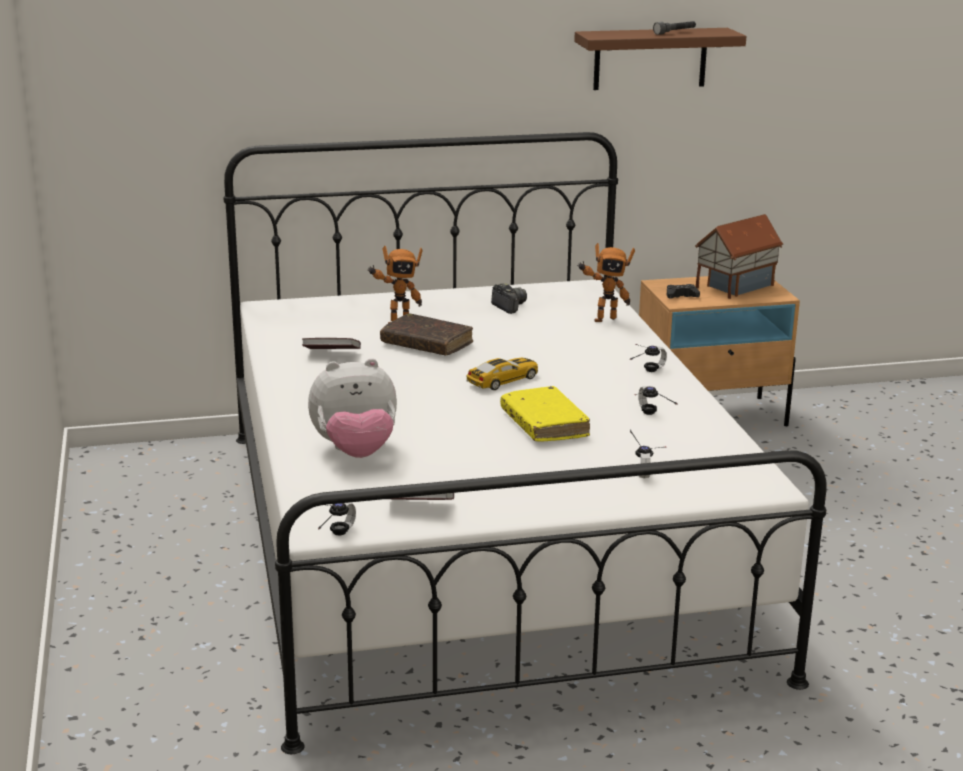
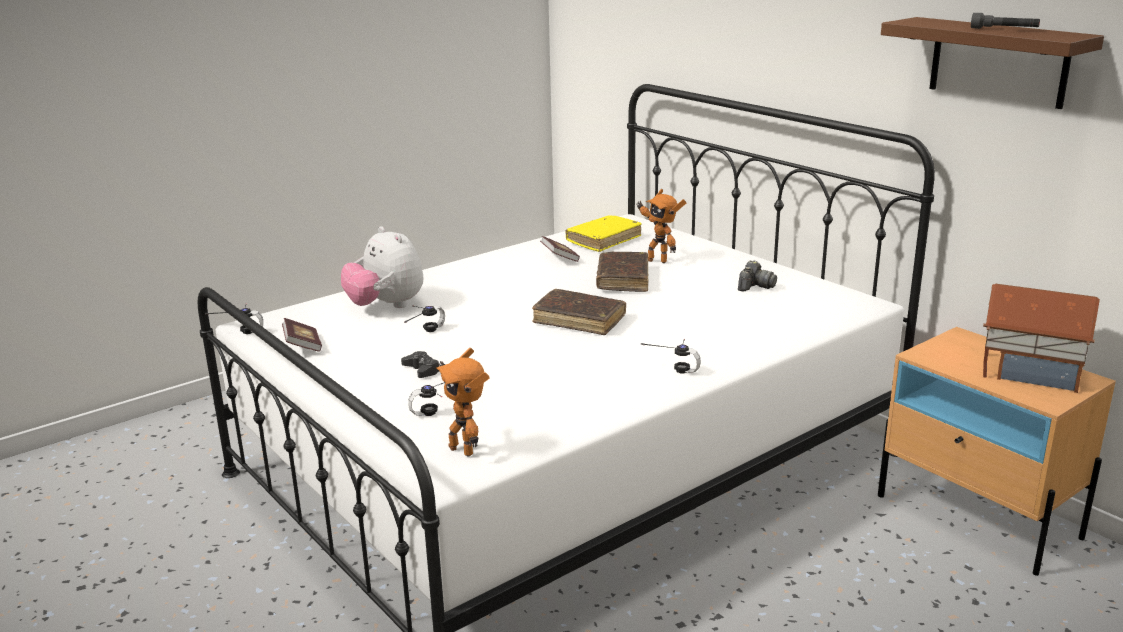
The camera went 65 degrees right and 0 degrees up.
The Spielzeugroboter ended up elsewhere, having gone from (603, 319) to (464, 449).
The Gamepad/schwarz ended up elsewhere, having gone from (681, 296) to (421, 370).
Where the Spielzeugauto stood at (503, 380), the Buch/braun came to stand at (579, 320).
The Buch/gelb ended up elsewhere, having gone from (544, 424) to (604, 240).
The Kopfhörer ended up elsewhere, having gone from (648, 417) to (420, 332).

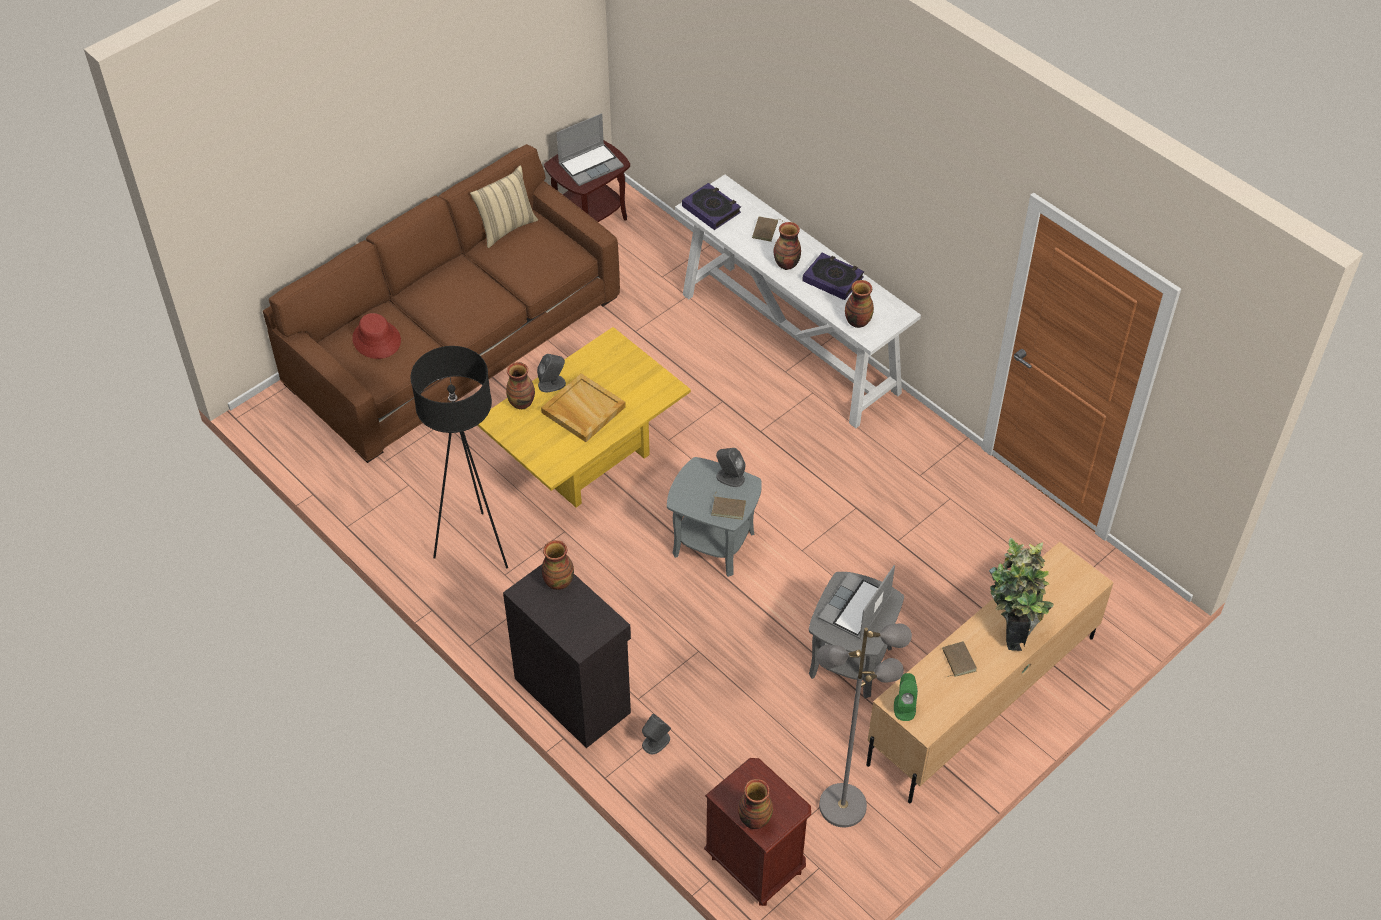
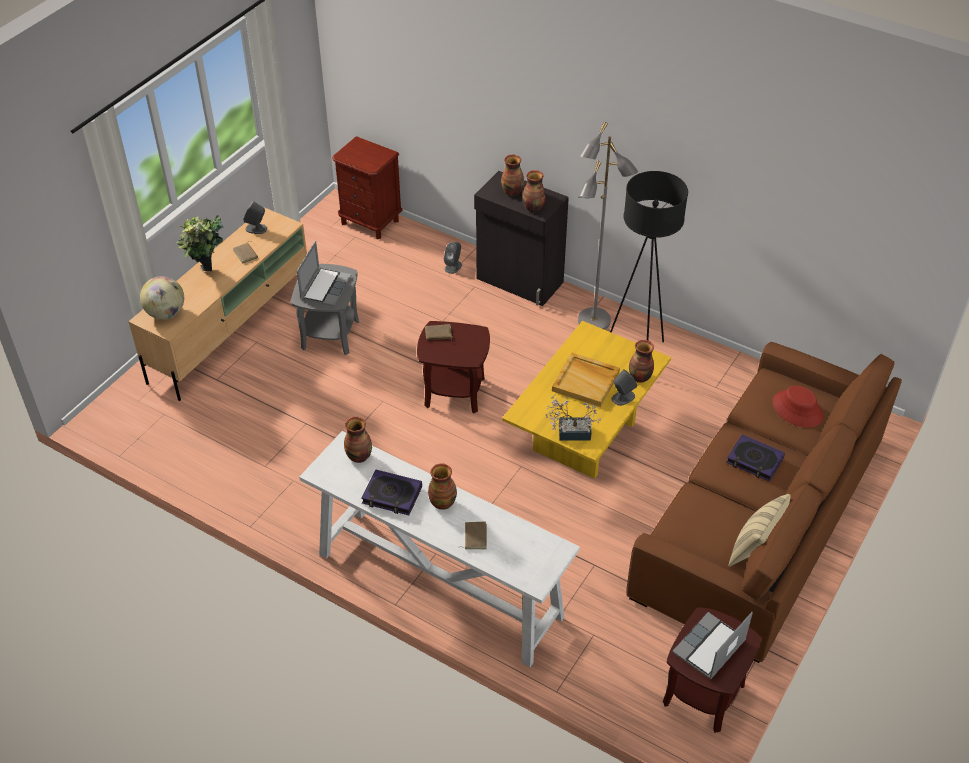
The camera went 165 degrees right and 5 degrees down.
The Buch ended up elsewhere, having gone from (711, 209) to (754, 461).
The Lautsprecher/grau ended up elsewhere, having gone from (730, 477) to (256, 228).
What was the Beistelltisch/grau at (713, 544) turned into the Beistelltisch/braun at (455, 392).
The Stehlampe/grau ended up elsewhere, having gone from (843, 804) to (594, 321).
The second view lost the Lautsprecher/grün at (904, 706).
The Vase ended up elsewhere, having gone from (754, 819) to (513, 192).
The second view gained the Globus at (166, 313).
The second view gained the Topfpflanze at (570, 432).

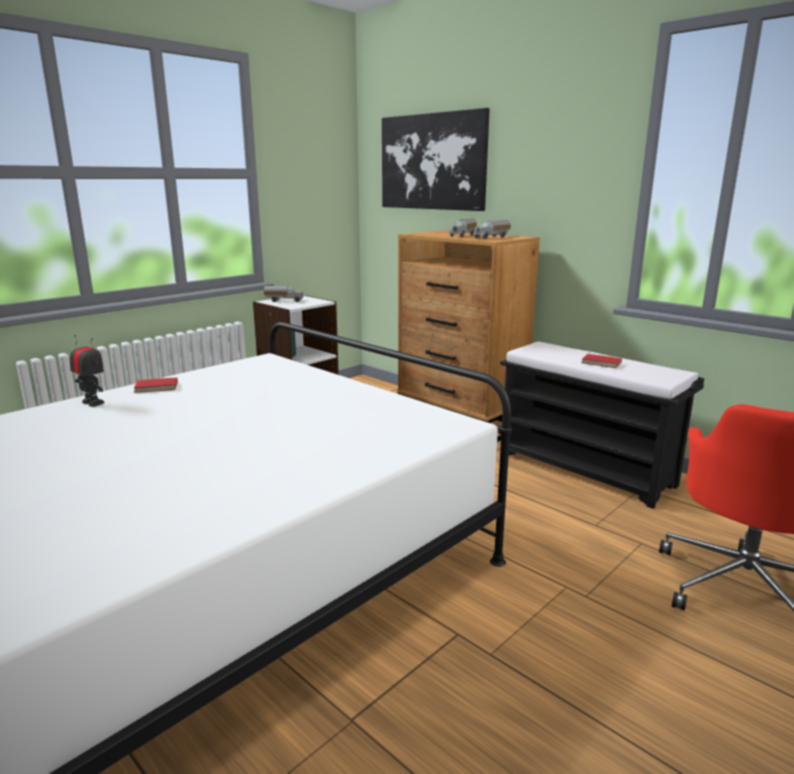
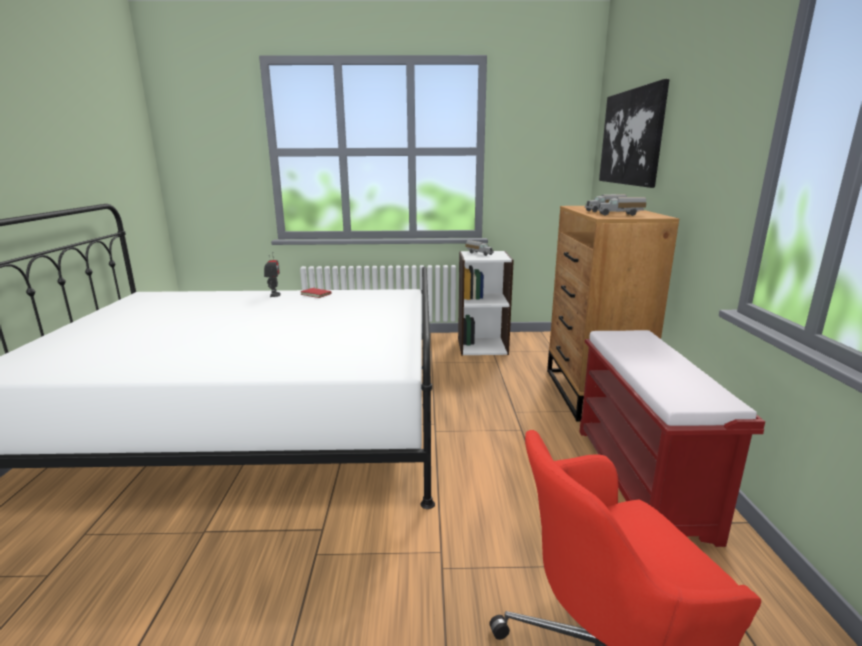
The camera went 45 degrees right and 0 degrees up.
What was the Bank/schwarz at (586, 469) turned into the Bank/rot at (642, 480).
The second view lost the Buch/rot at (601, 362).

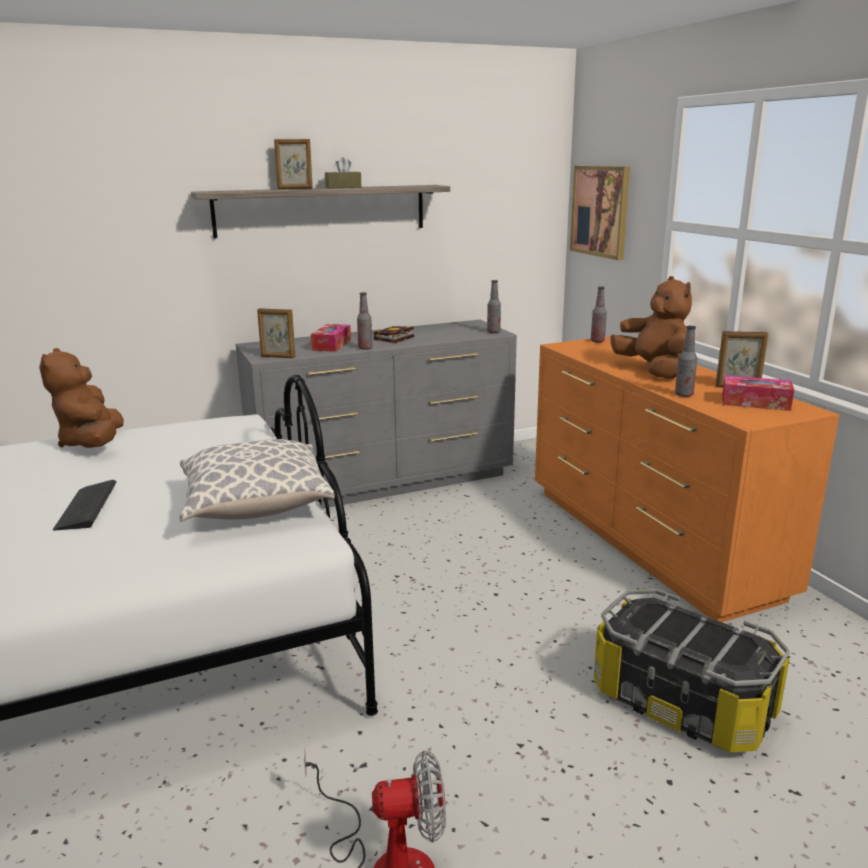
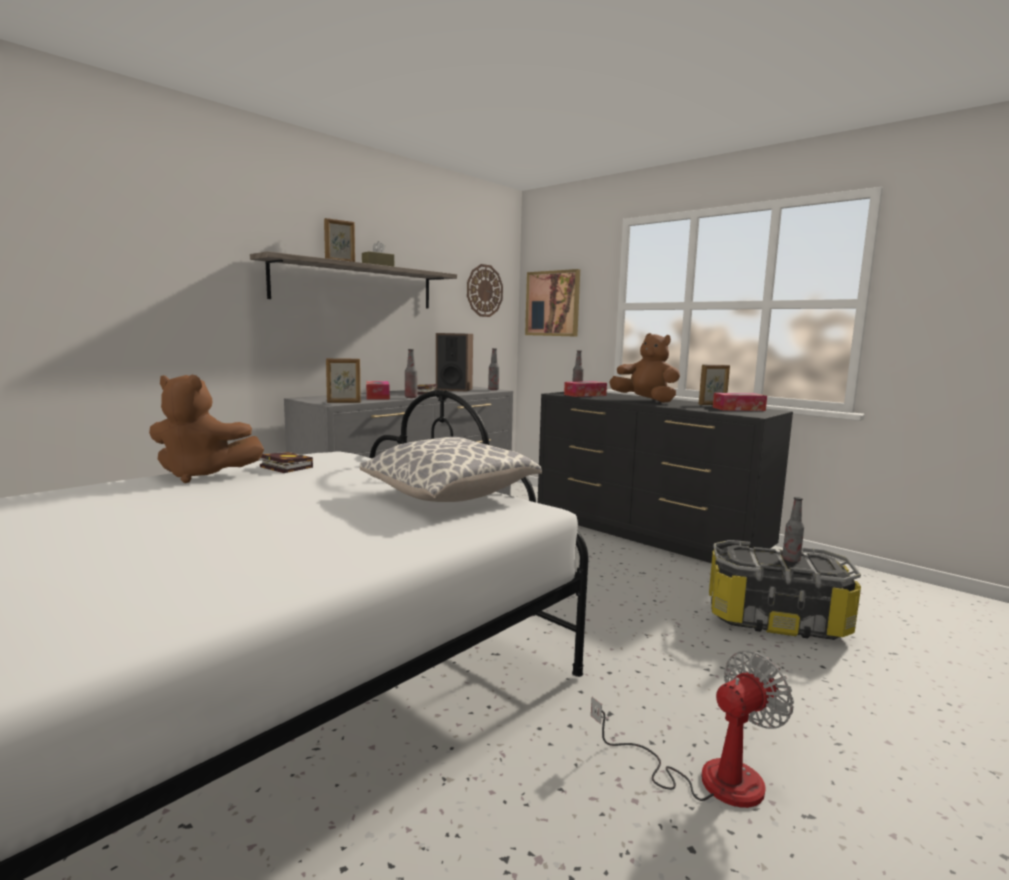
The camera went 25 degrees left and 10 degrees down.
The Flasche ended up elsewhere, having gone from (683, 395) to (791, 560).
What was the Kommode/orange at (649, 541) turned into the Kommode/schwarz at (647, 533).
The Plüschtier/braun at (92, 444) ended up facing another way, 45 degrees counterclockwise from before.
The second view lost the Tastatur at (86, 507).
The second view gained the Wanduhr at (484, 290).
The second view gained the Lautsprecher at (454, 389).
The second view gained the Taschentuchbox at (585, 395).
The second view gained the Buch at (284, 467).

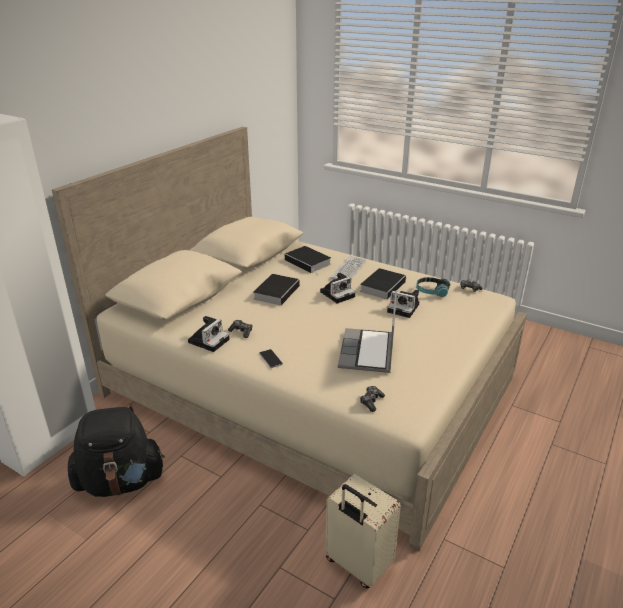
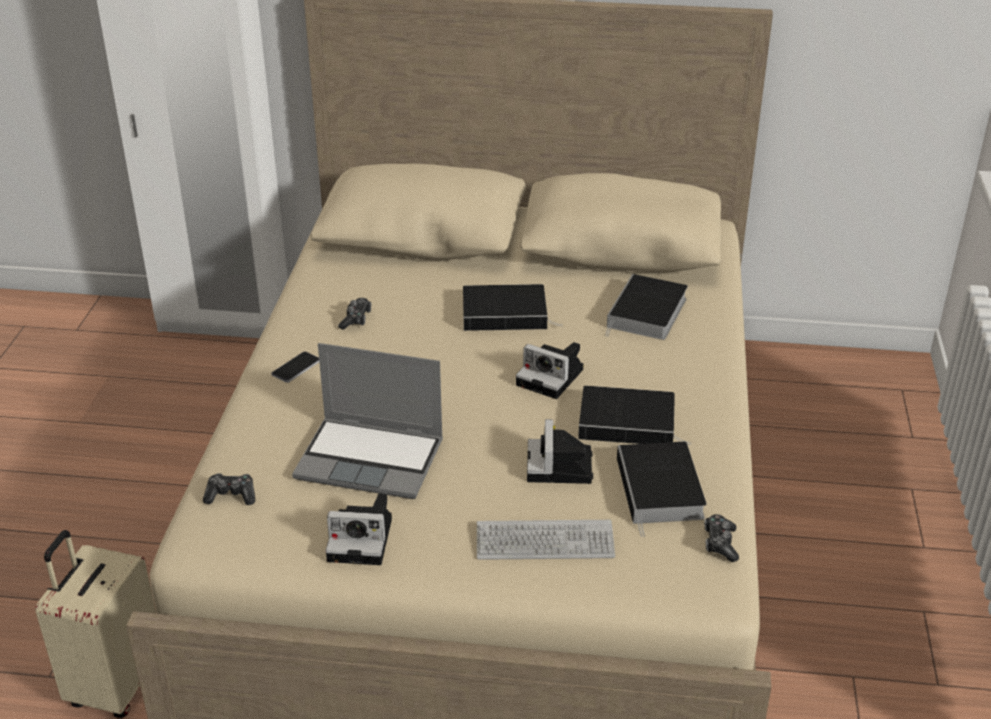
The camera went 65 degrees right and 5 degrees up.
The Tastatur ended up elsewhere, having gone from (348, 270) to (545, 542).
Where the Kopfhörer stood at (432, 291), the Buch came to stand at (661, 490).
The Laptop at (368, 352) ended up facing another way, 150 degrees counterclockwise from before.
The Kamera ended up elsewhere, having gone from (209, 340) to (363, 539).
The second view lost the Rucksack/schwarz at (121, 482).

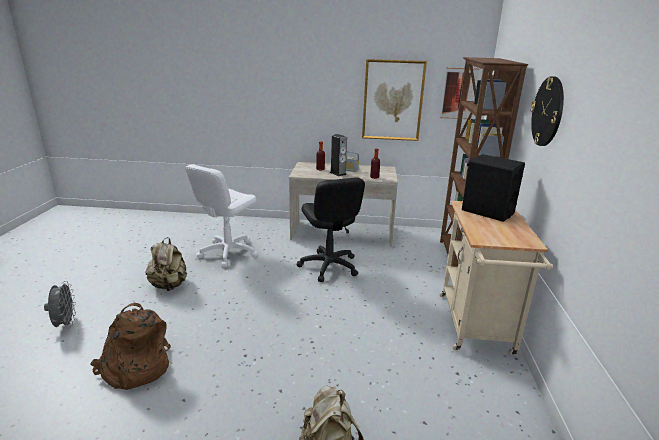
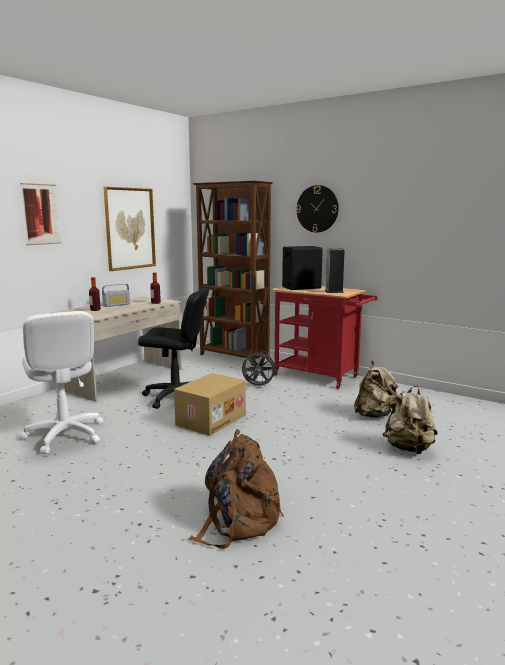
The camera went 60 degrees left and 10 degrees down.
The Bild ended up elsewhere, having gone from (459, 93) to (41, 214).
The Lautsprecher ended up elsewhere, having gone from (338, 173) to (334, 292).
What was the Rollwagen/beige at (476, 328) turned into the Rollwagen/rot at (320, 377).
The Rucksack/beige ended up elsewhere, having gone from (169, 285) to (374, 415).
The Ventilator/grau ended up elsewhere, having gone from (65, 324) to (258, 386).
The second view gained the Karton at (210, 419).

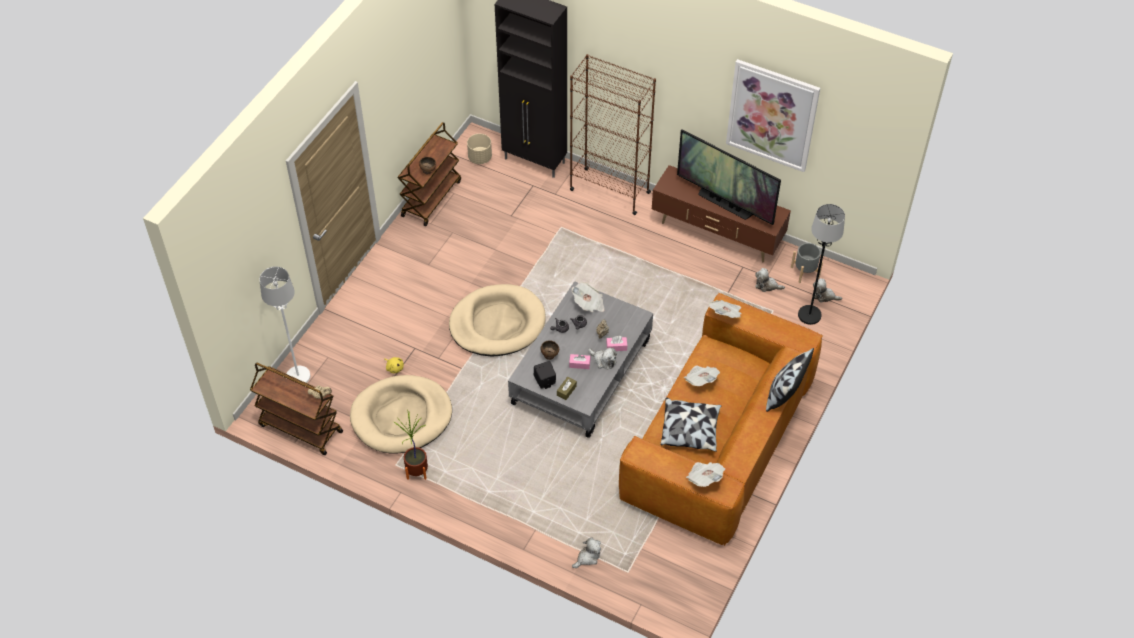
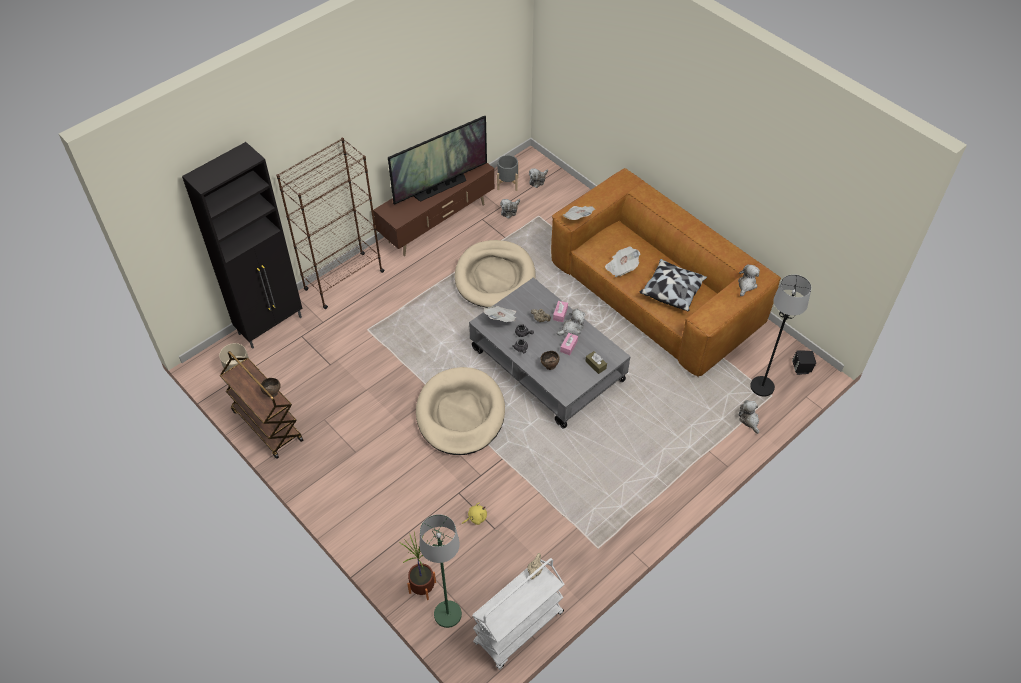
The camera went 70 degrees left and 0 degrees up.
The second view lost the Bild at (772, 115).
The Stehlampe/schwarz ended up elsewhere, having gone from (809, 315) to (762, 387).
What was the Stehlampe/weiß at (298, 376) turned into the Stehlampe/grün at (447, 614).
The second view lost the Kissen at (784, 394).
The Lautsprecher/schwarz ended up elsewhere, having gone from (545, 382) to (801, 368).
What was the Rollwagen/braun at (300, 428) turned into the Rollwagen/weiß at (518, 629).
The Hundebett/beige ended up elsewhere, having gone from (401, 417) to (495, 277).
The Topfpflanze ended up elsewhere, having gone from (417, 471) to (422, 587).
Where the Zeitung stood at (704, 478), the Plüschtier came to stand at (746, 285).

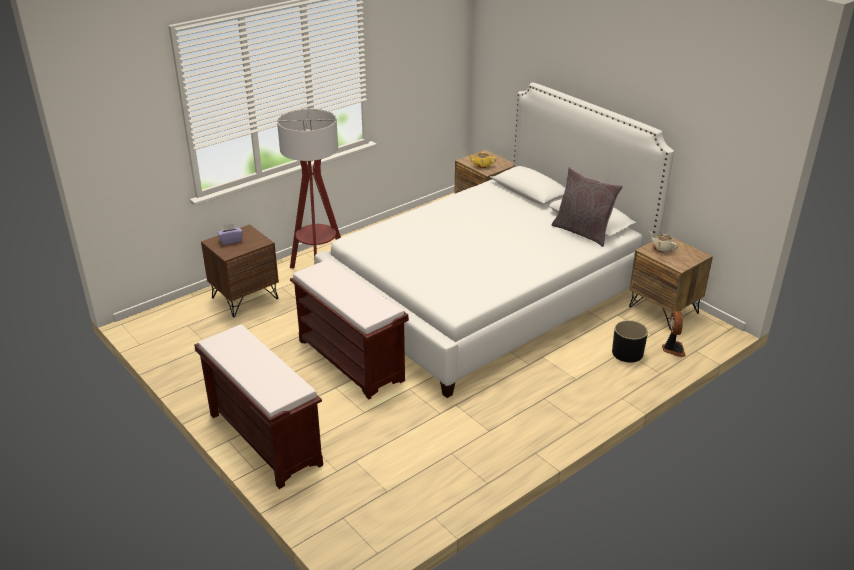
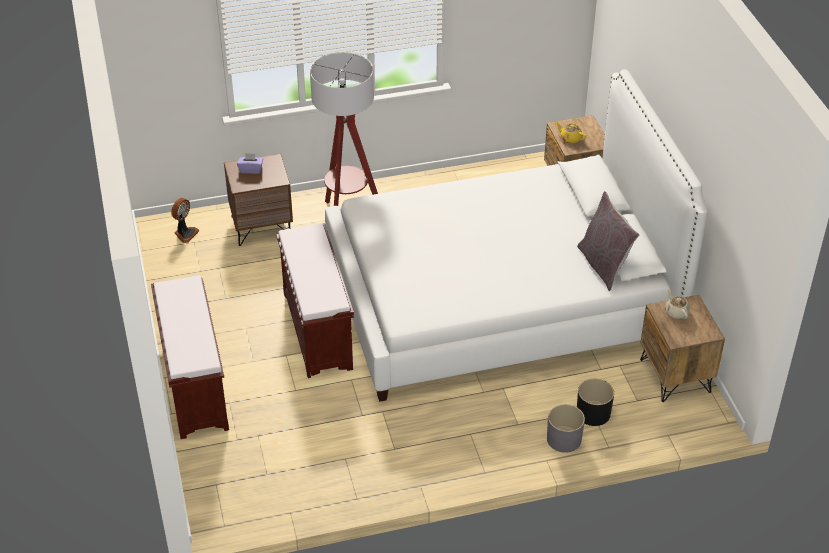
The camera went 25 degrees right and 10 degrees up.
The Ventilator ended up elsewhere, having gone from (673, 349) to (185, 233).
The second view gained the Pflanzkübel/grau at (564, 439).

